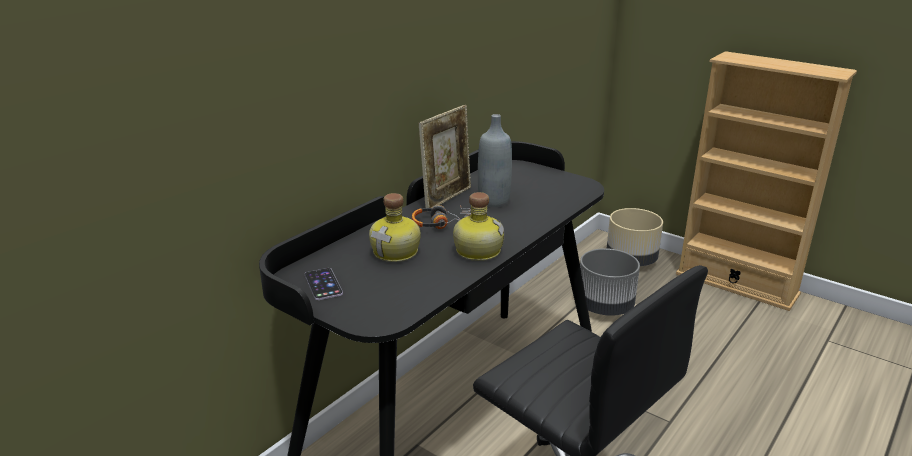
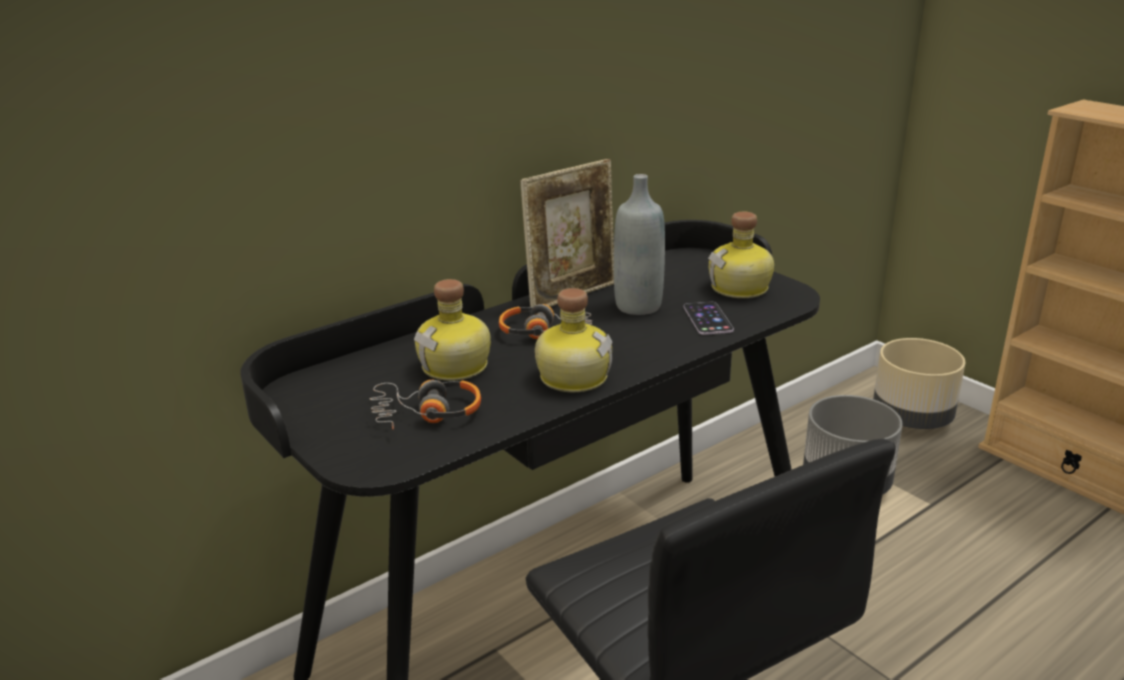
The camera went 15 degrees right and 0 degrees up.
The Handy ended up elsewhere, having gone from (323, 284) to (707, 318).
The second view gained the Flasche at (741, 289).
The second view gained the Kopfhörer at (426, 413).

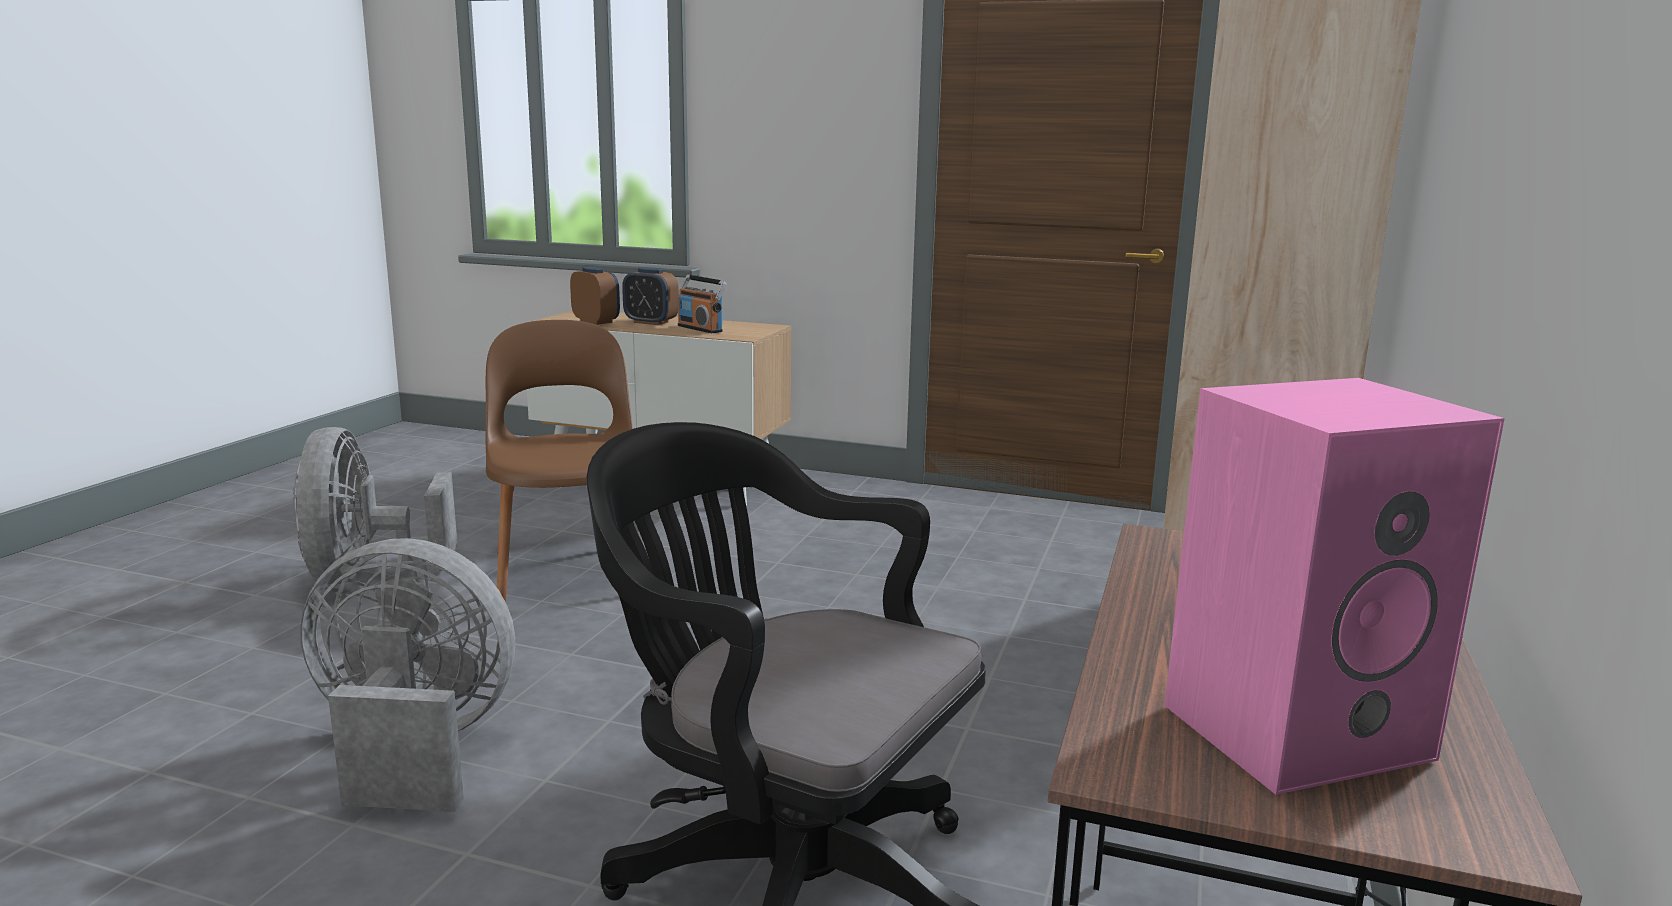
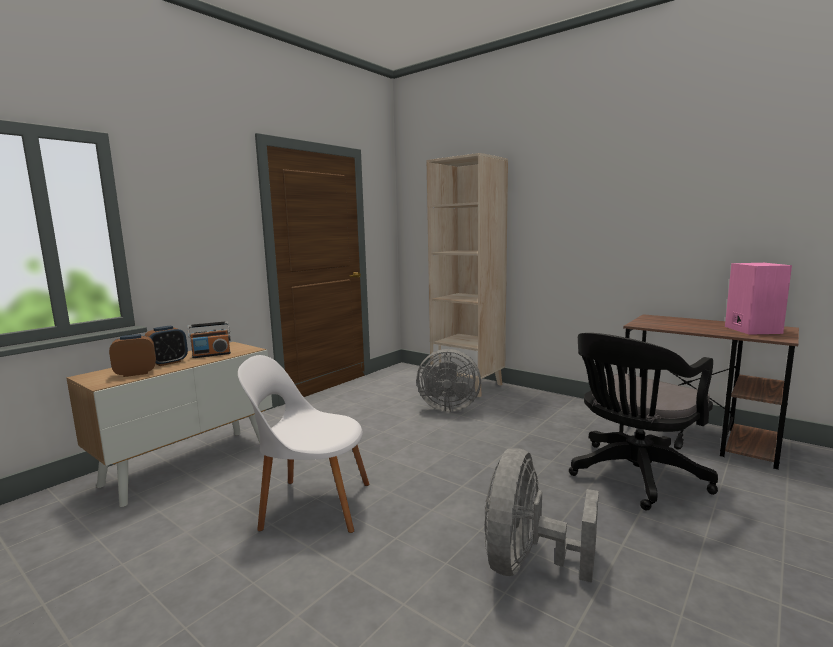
The camera went 70 degrees left and 5 degrees down.
What was the Stuhl/braun at (568, 570) turned into the Stuhl/weiß at (312, 505).
The Ventilator/grau ended up elsewhere, having gone from (366, 575) to (447, 407).

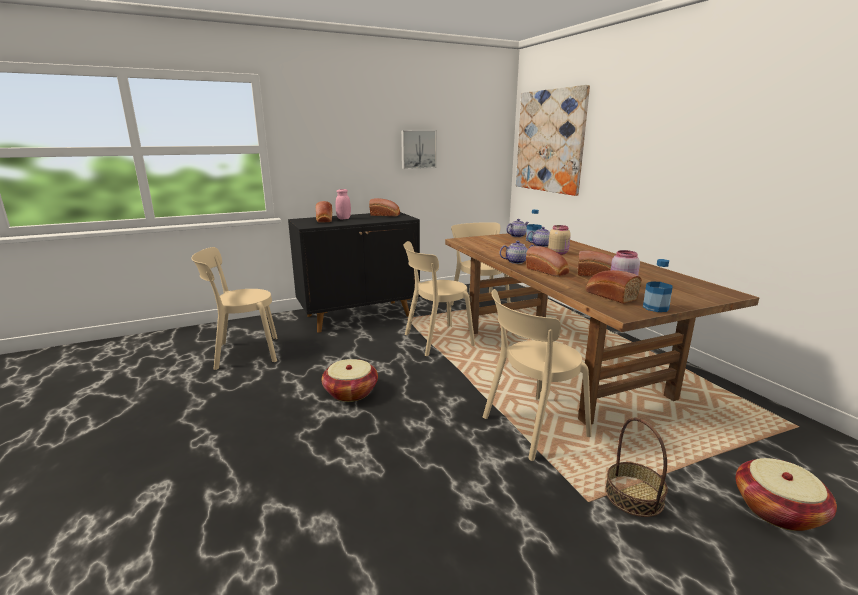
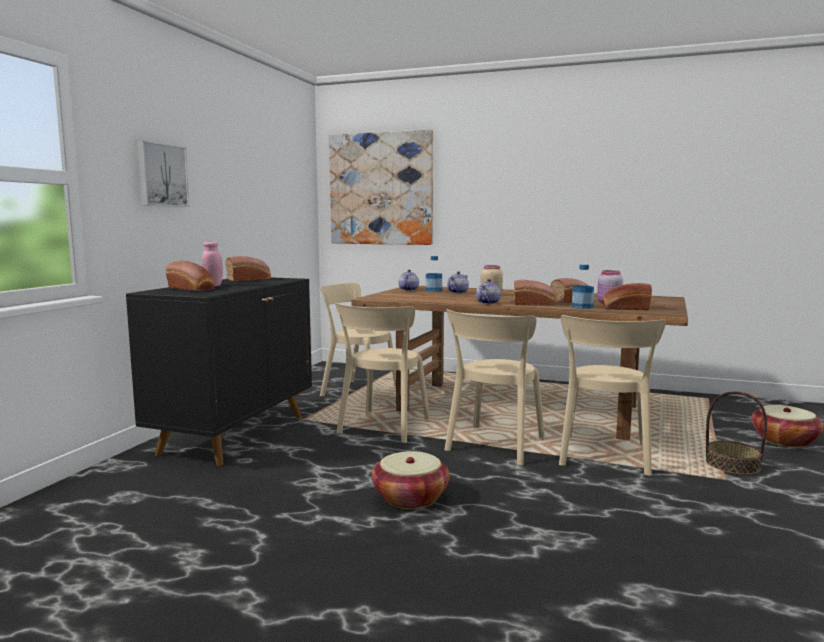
The camera went 45 degrees left and 10 degrees down.
The Bild ended up elsewhere, having gone from (418, 149) to (161, 175).
The Stuhl/beige ended up elsewhere, having gone from (243, 353) to (494, 446).
The Flasche ended up elsewhere, having gone from (655, 308) to (582, 307).

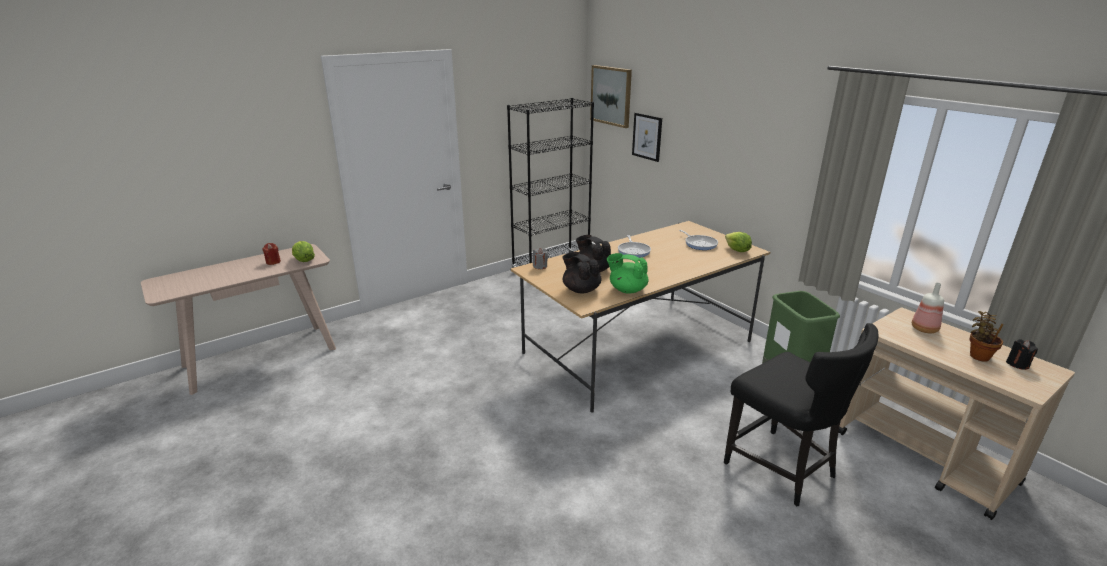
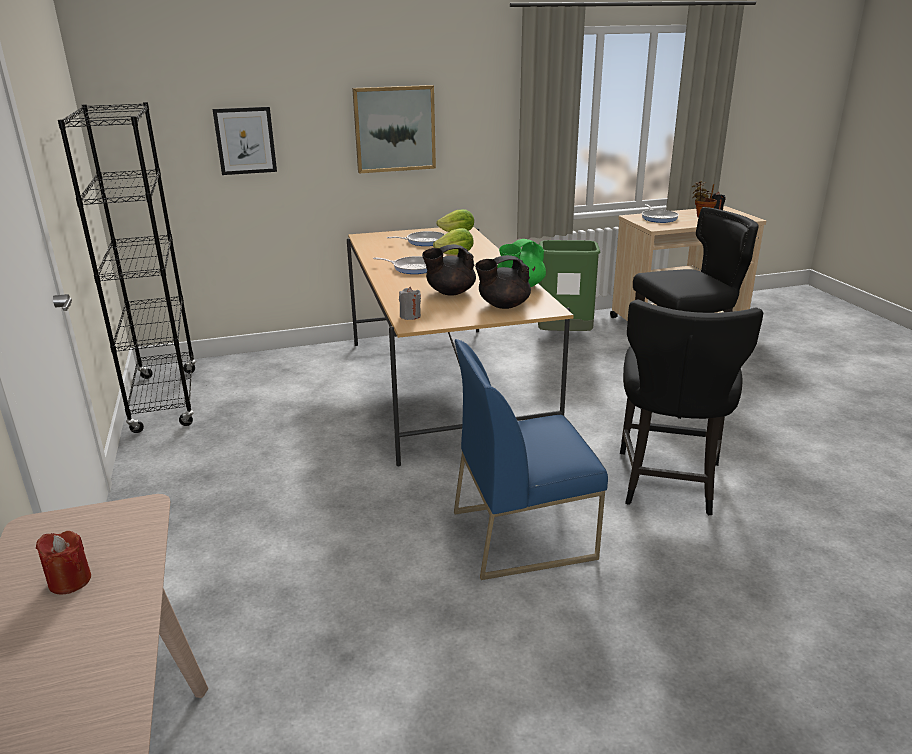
The camera went 70 degrees left and 0 degrees up.
The Bild ended up elsewhere, having gone from (611, 96) to (394, 129).
The Salatkopf ended up elsewhere, having gone from (303, 260) to (455, 255).
Where the Flasche stood at (925, 329), the Pfanne came to stand at (658, 218).
The second view gained the Stuhl/schwarz at (667, 483).
The second view gained the Stuhl/blau at (523, 534).

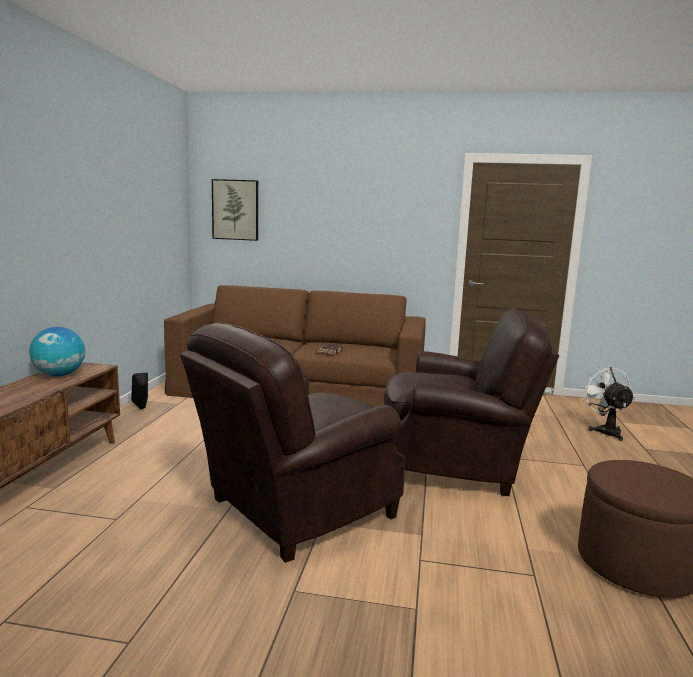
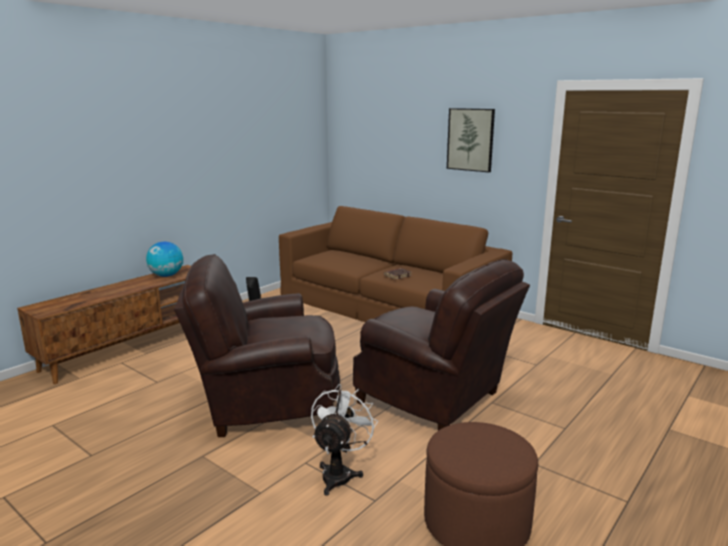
The camera went 30 degrees right and 5 degrees up.
The Bild ended up elsewhere, having gone from (235, 210) to (470, 139).
The Ventilator/weiß ended up elsewhere, having gone from (605, 431) to (340, 473).

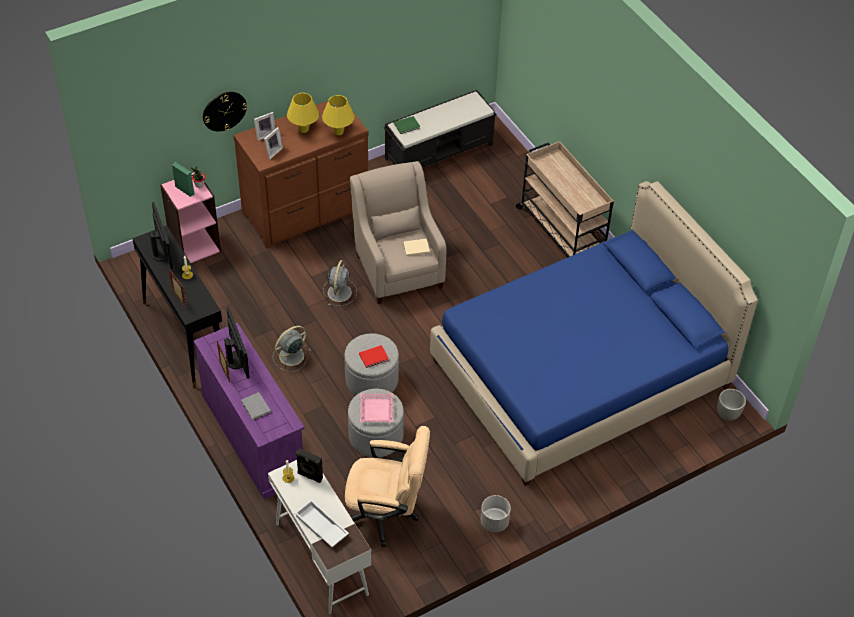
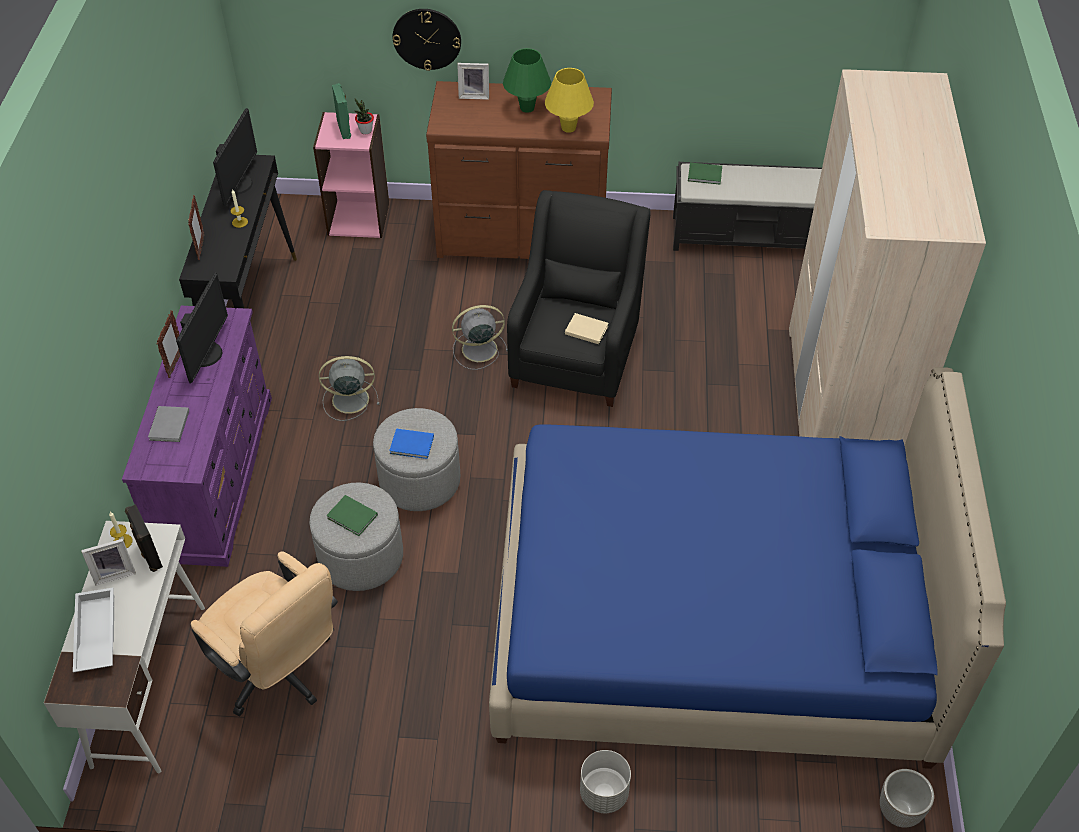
The camera went 35 degrees right and 0 degrees up.
What was the Tischlampe/gelb at (303, 129) turned into the Tischlampe/grün at (527, 108).
The Bilderrahmen ended up elsewhere, having gone from (272, 152) to (114, 573).
Where the Rollwagen/beige stood at (561, 231), the Kleiderschrank/beige came to stand at (840, 408).
What was the Sessel/beige at (398, 267) turned into the Sessel/schwarz at (576, 354).
The Ventilator/grau at (339, 292) ended up facing another way, 150 degrees counterclockwise from before.
What was the Buch/rot at (374, 357) turned into the Buch/blau at (412, 445).
Where the Tablett/rosa stood at (377, 410), the Buch/grün came to stand at (352, 517).
The Pflanzkübel/grau ended up elsewhere, having gone from (494, 522) to (604, 793).

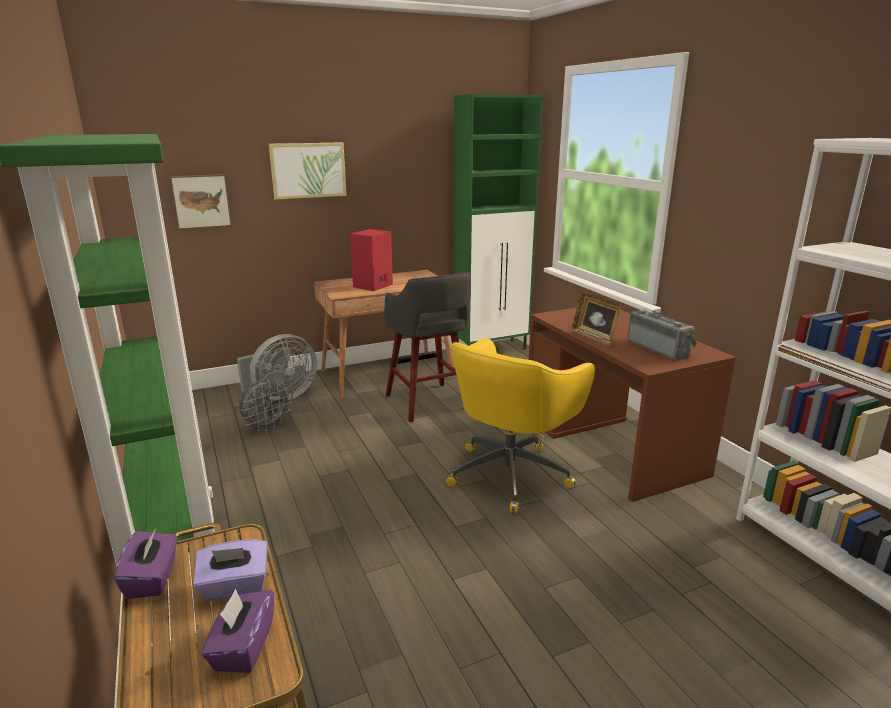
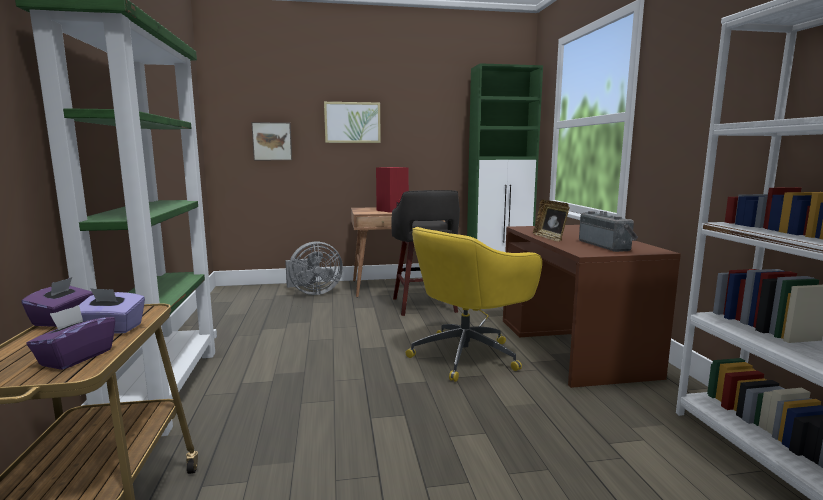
The camera went 15 degrees right and 10 degrees down.
The second view lost the Ventilator/grau at (267, 427).

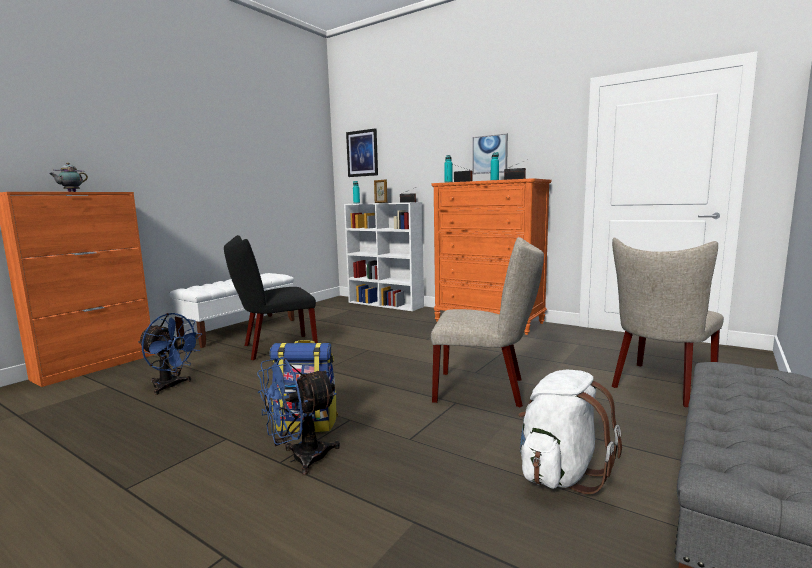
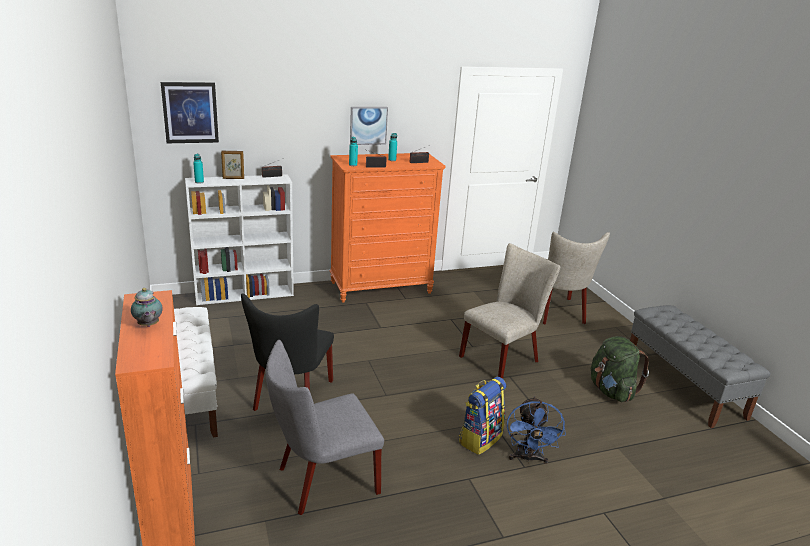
The camera went 55 degrees left and 15 degrees up.
Where the Ventilator/blau stood at (171, 386), the Stuhl/grau came to stand at (322, 481).
What was the Rucksack/weiß at (560, 473) turned into the Rucksack/grün at (611, 391).

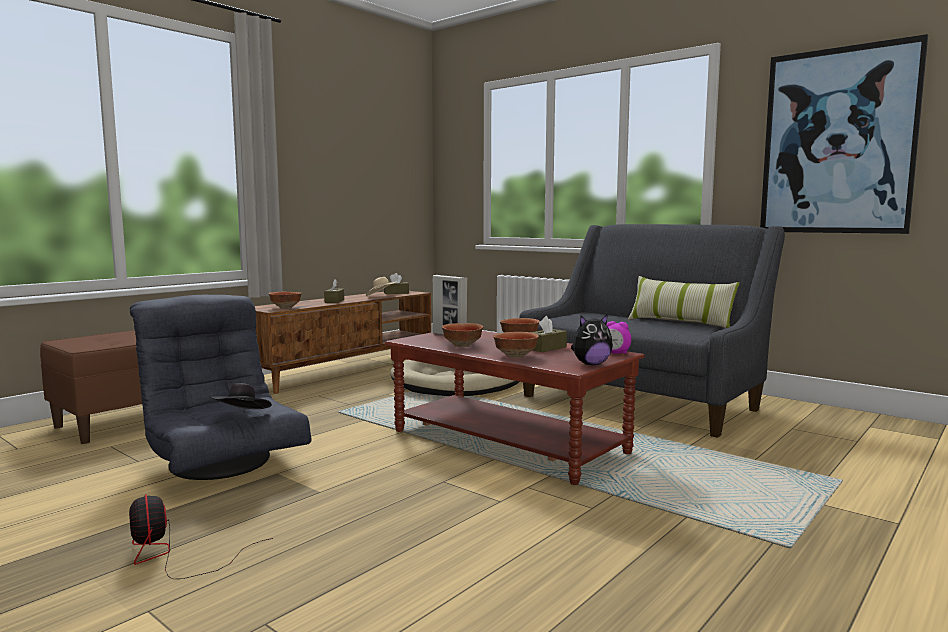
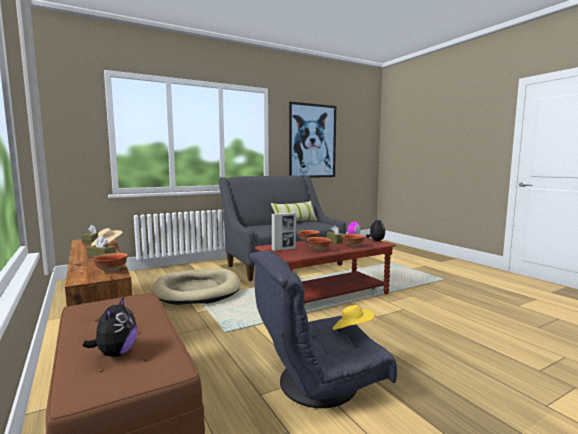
The camera went 70 degrees left and 0 degrees up.
What was the Hut/schwarz at (242, 416) turned into the Hut/gelb at (352, 330).
The second view lost the Ventilator at (172, 555).
The second view gained the Plüschtier at (115, 353).

